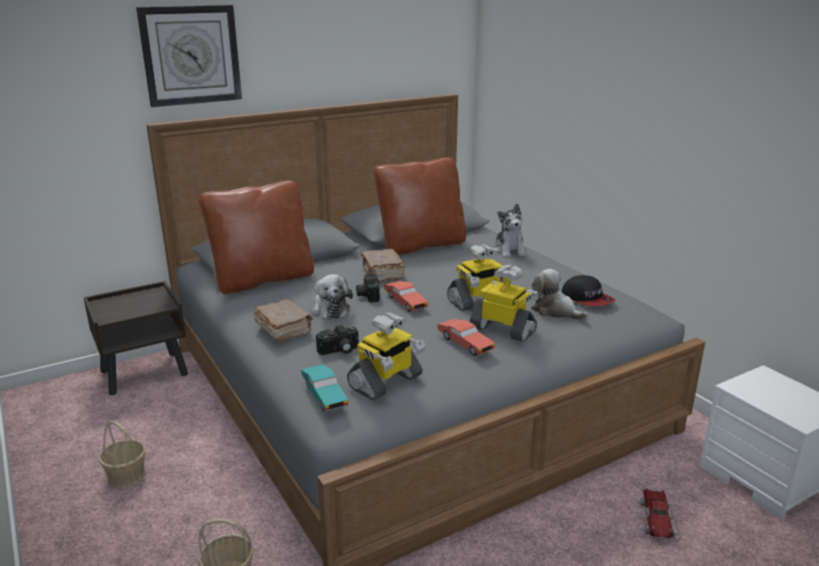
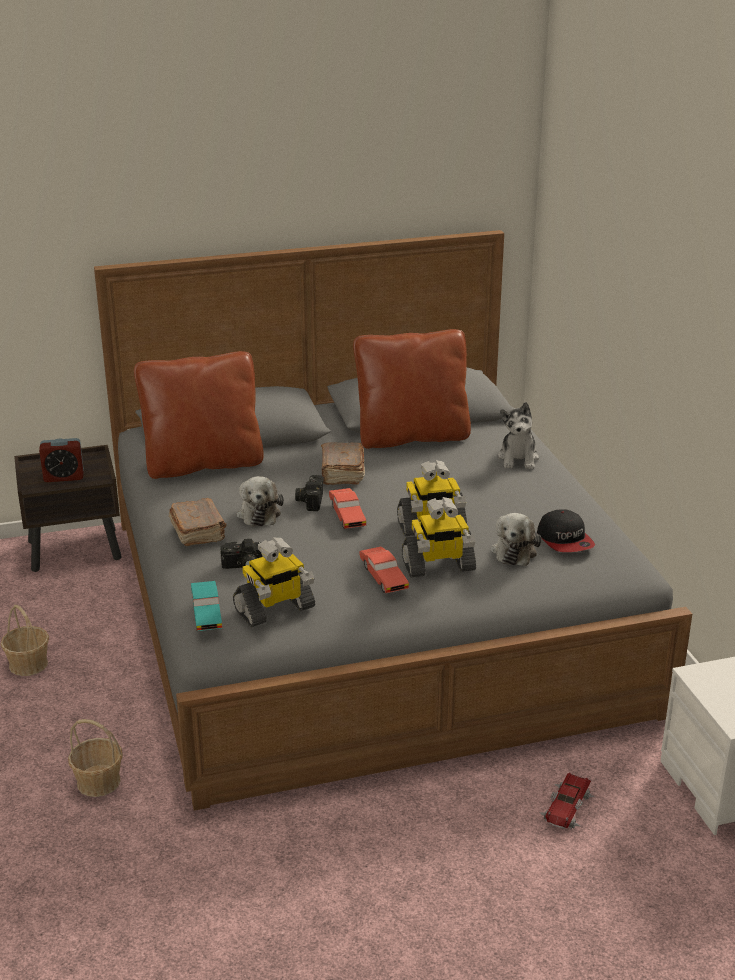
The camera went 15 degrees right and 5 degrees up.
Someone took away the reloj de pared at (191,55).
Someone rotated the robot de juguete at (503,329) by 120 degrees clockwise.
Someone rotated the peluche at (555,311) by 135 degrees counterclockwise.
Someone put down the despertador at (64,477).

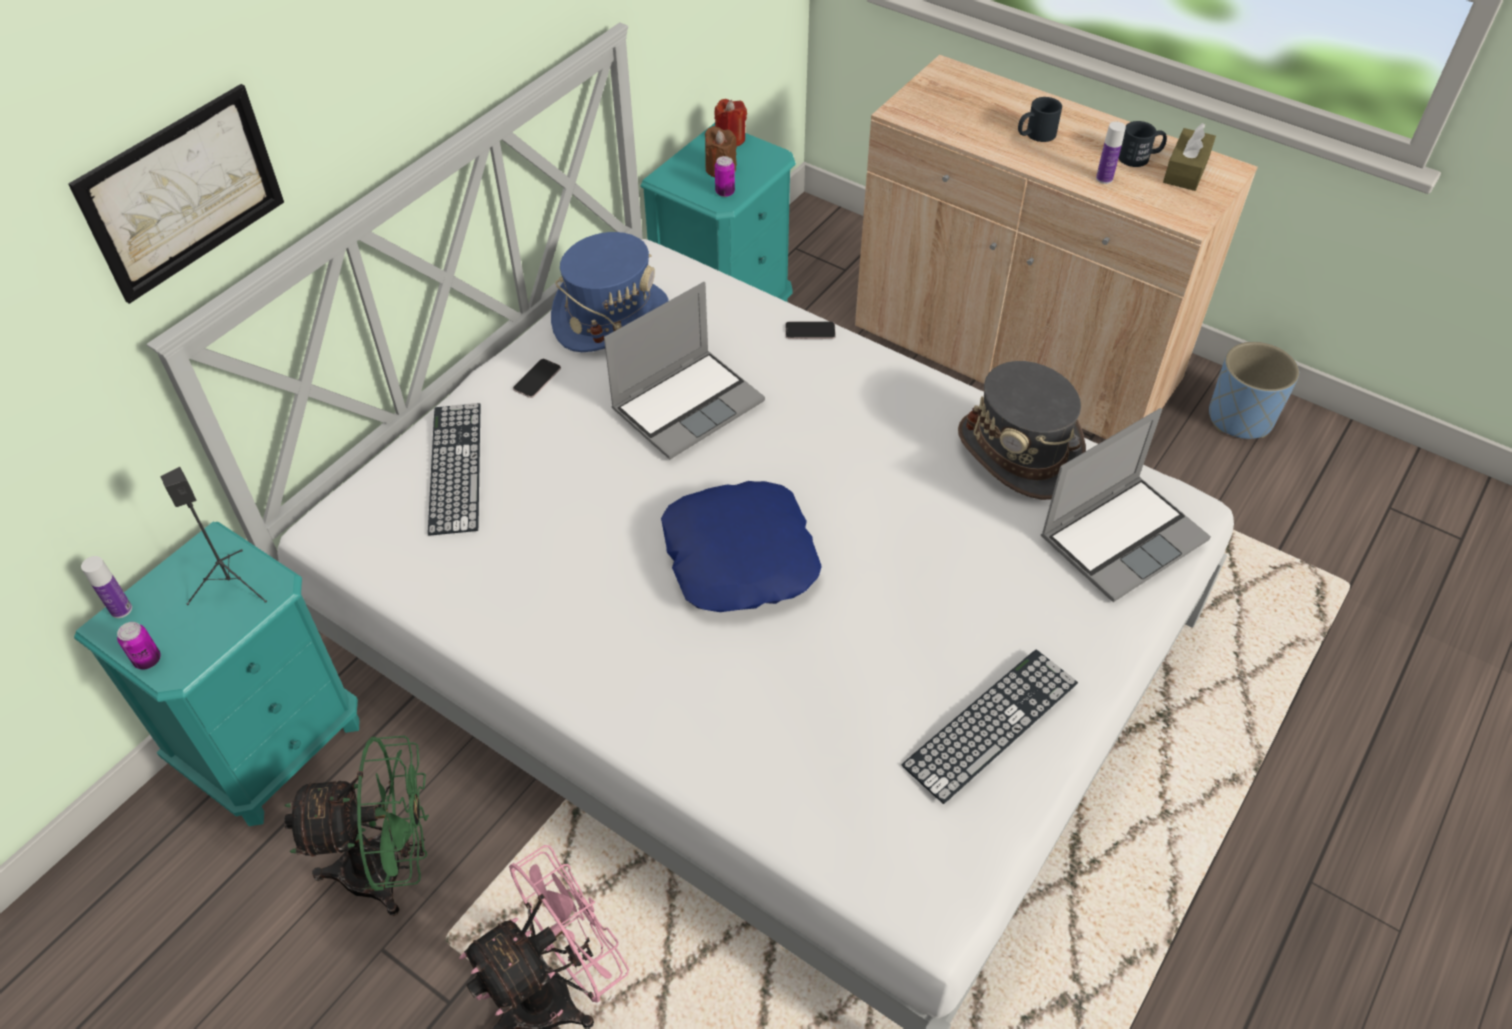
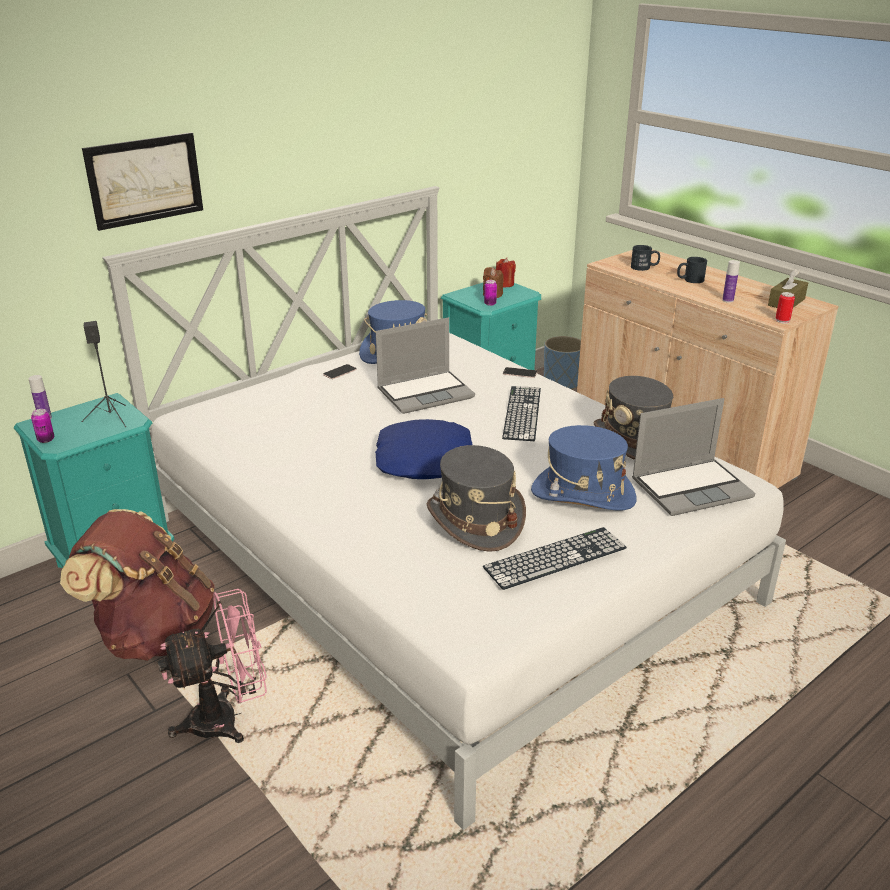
The camera went 15 degrees right and 20 degrees down.
Someone swapped the ventilador/verde at (390,869) for the mochila/marrón at (153,634).
Someone carried the teclado from (455,467) to (522,413).
Someone carried the taza grande/negro from (1140,157) to (644,267).
Someone carried the maceta/azul from (1240,418) to (562,382).
Someone put down the sombrero/gris at (475,520).
Someone put down the sombrero/azul at (583,494).
Someone put down the lata at (782,320).

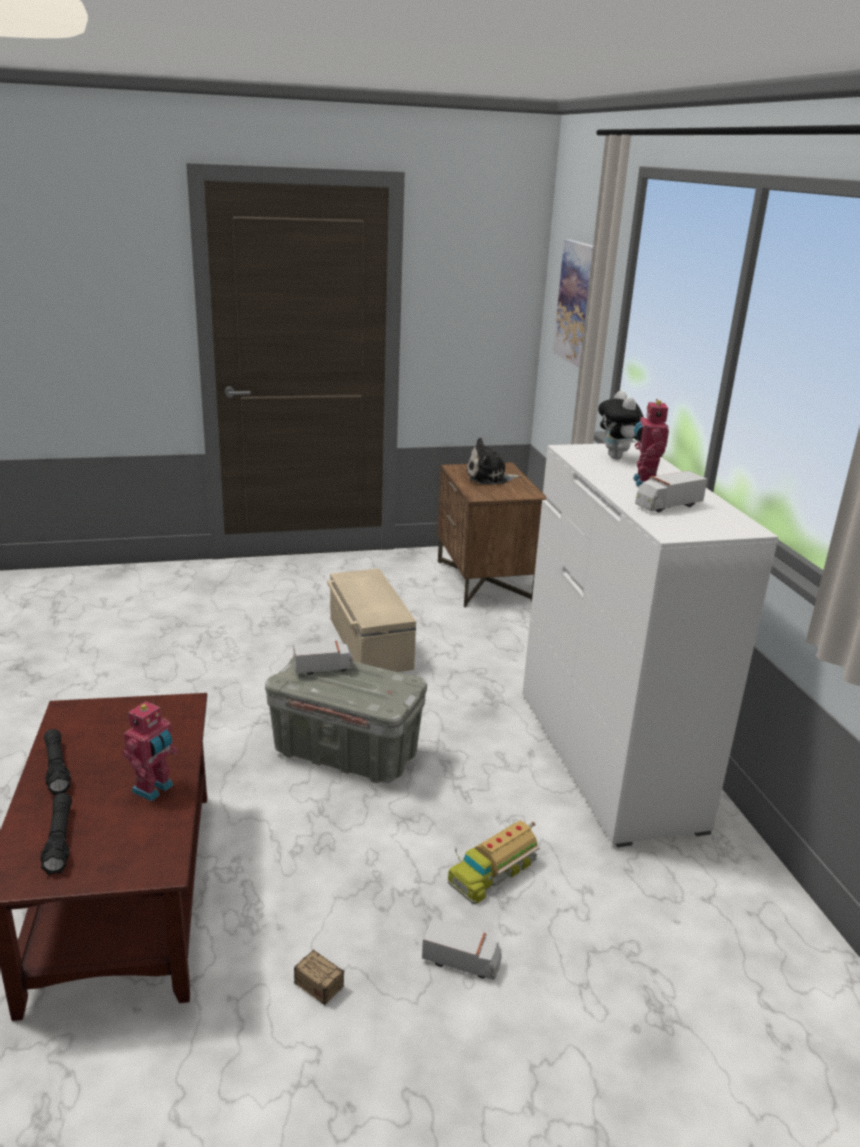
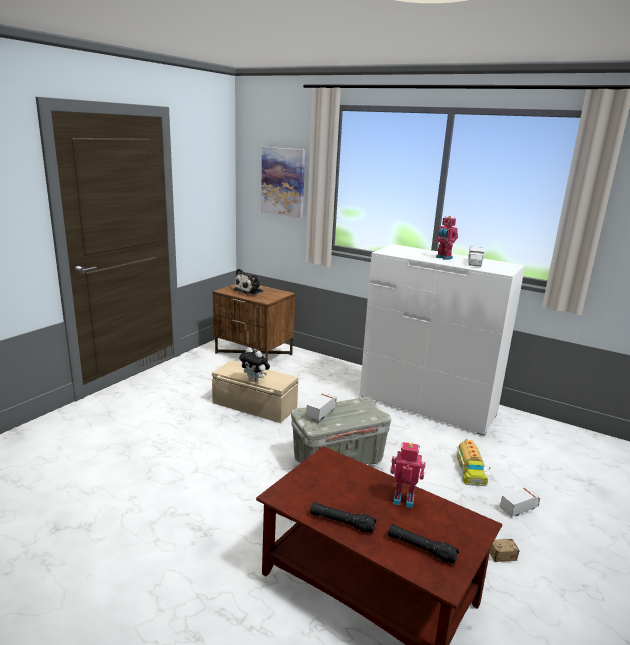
The camera went 45 degrees left and 5 degrees down.
Someone rotated the robot de juguete at (154,789) by 60 degrees counterclockwise.
Someone carried the peluche from (619,458) to (254,380).

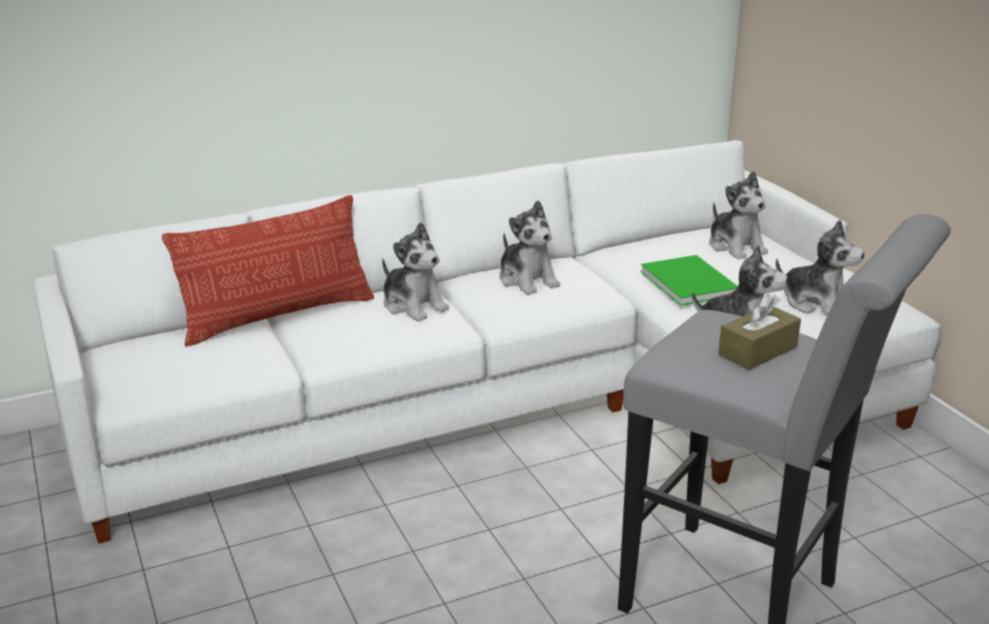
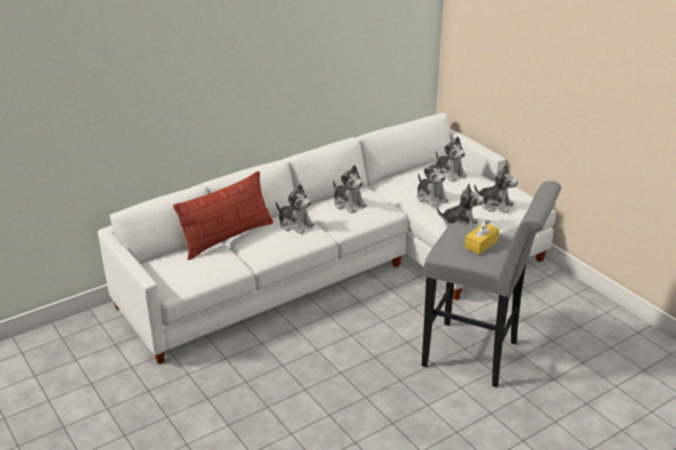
The camera went 10 degrees left and 5 degrees up.
Someone swapped the libro/verde at (689,281) for the peluche at (431,198).
Someone repainted the caja de pañuelos/marrón at (757,351), which became the caja de pañuelos/amarillo at (481,244).

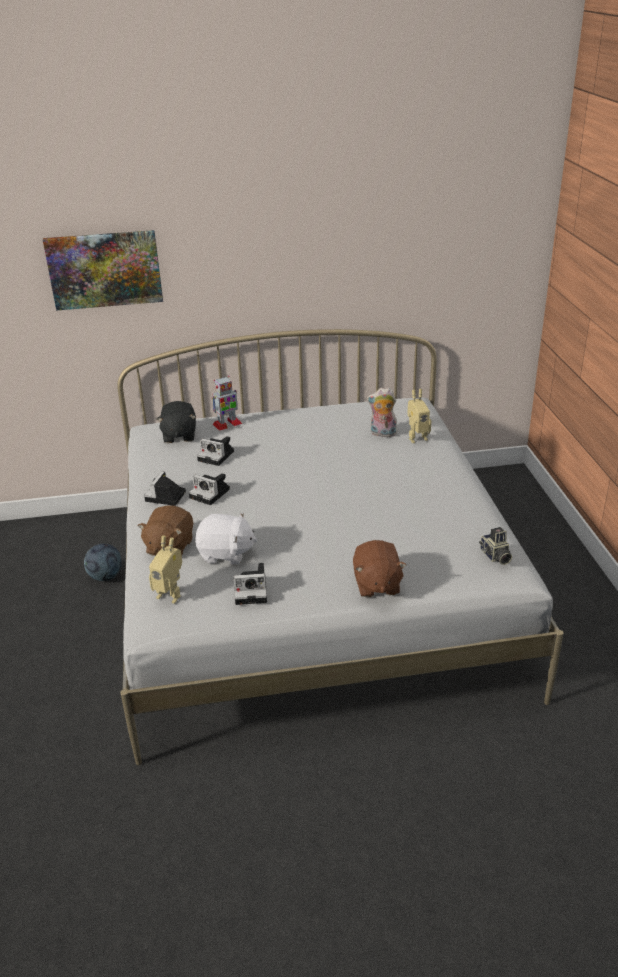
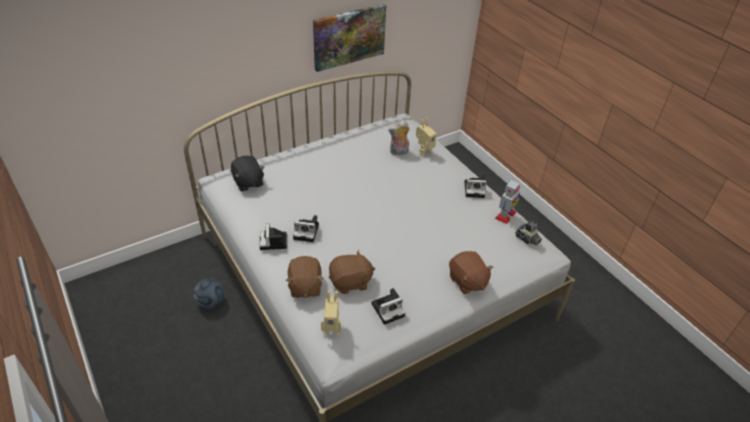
The camera went 25 degrees left and 10 degrees up.
Someone carried the cuadro from (104,269) to (349,36).
Someone repainted the peluche/blanco at (226,553), which became the peluche/marrón at (350,282).
Someone carried the cámara from (217,456) to (475,189).
Someone carried the robot de juguete from (227,424) to (505,215).

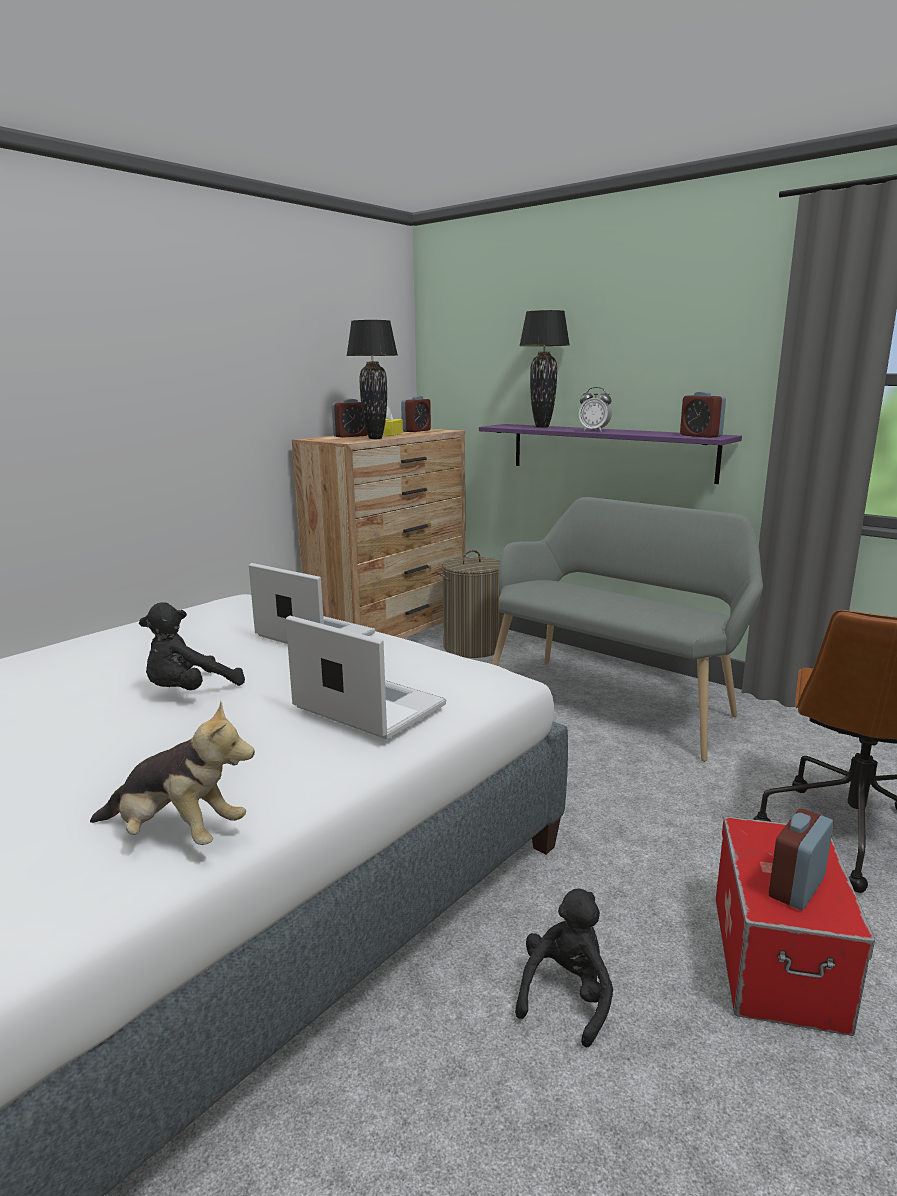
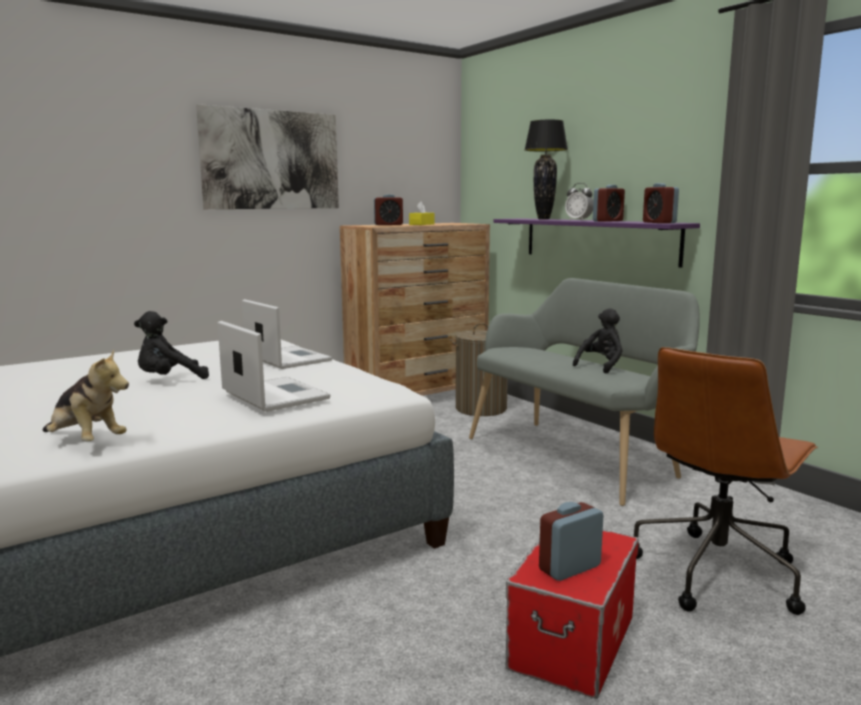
The camera went 15 degrees right and 5 degrees down.
Someone took away the lámpara de mesa/negro at (375,438).
Someone carried the despertador from (416,431) to (607,221).
Someone carried the peluche/negro from (566,995) to (601,366).
Someone put up the cuadro at (271,160).

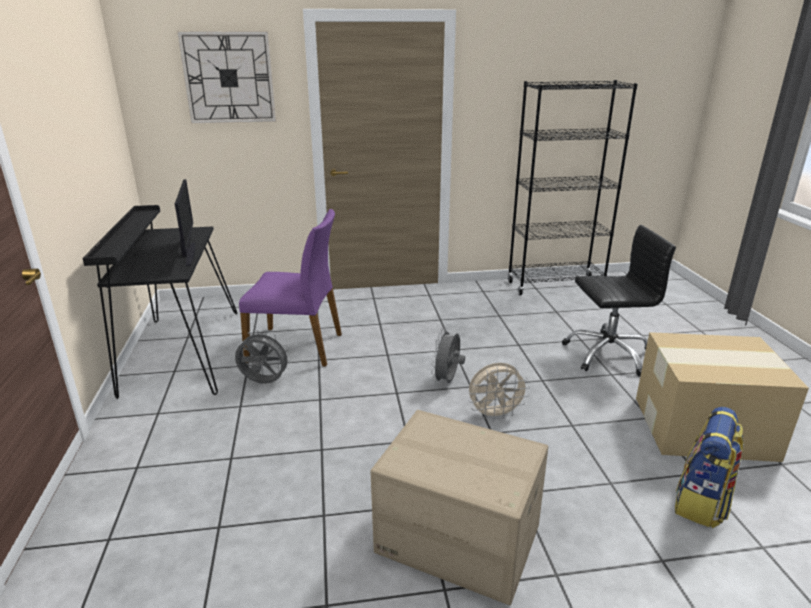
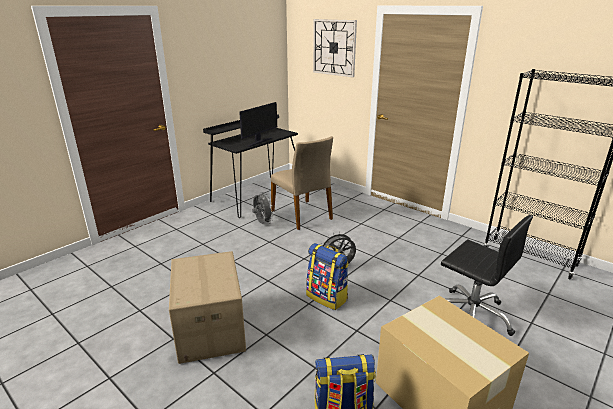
The camera went 50 degrees right and 0 degrees up.
Someone repainted the silla/morado at (296,347), which became the silla/beis at (302,215).
Someone swapped the ventilador/beis at (495,415) for the mochila at (327,297).

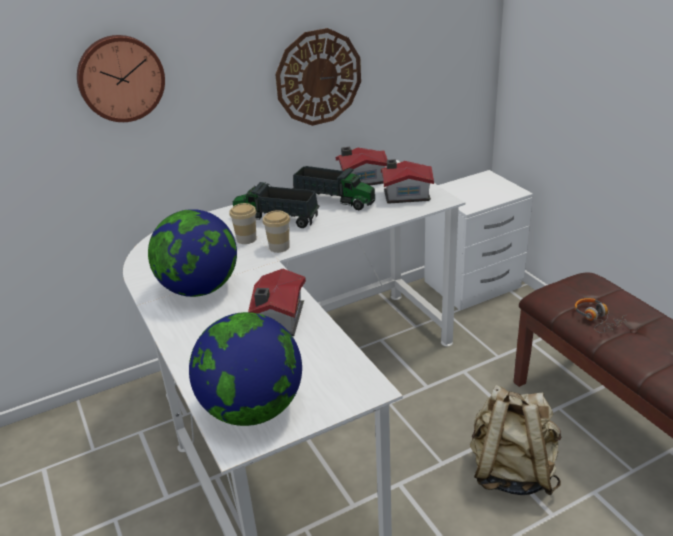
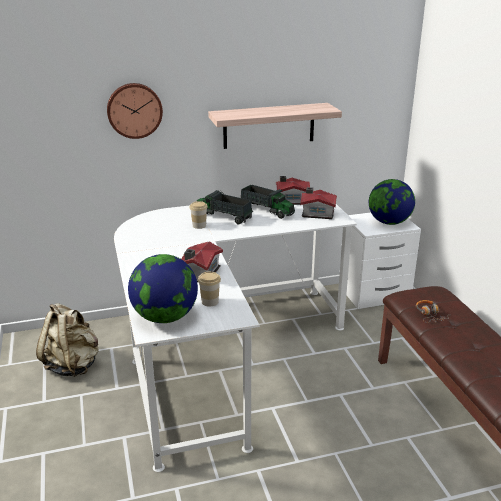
The camera went 10 degrees right and 5 degrees down.
Someone carried the globo terráqueo from (199,289) to (389,222).
Someone carried the taza from (279,247) to (210,302).
Someone swapped the reloj de pared at (318,77) for the estante at (269,125).
Someone carried the mochila/beis from (511,471) to (73,365).

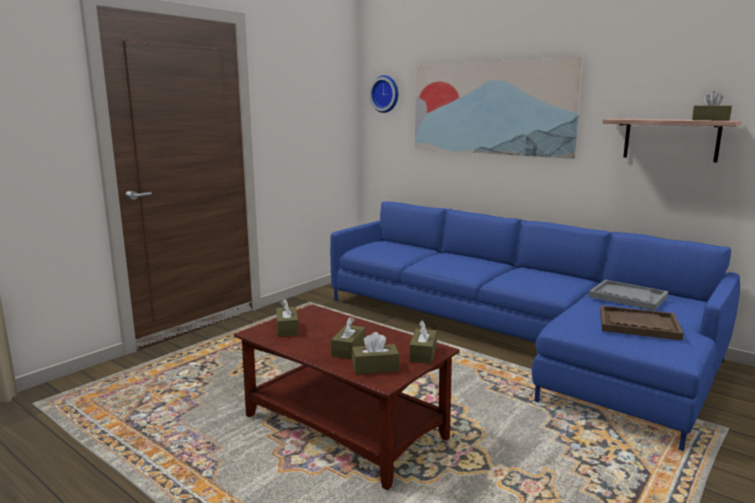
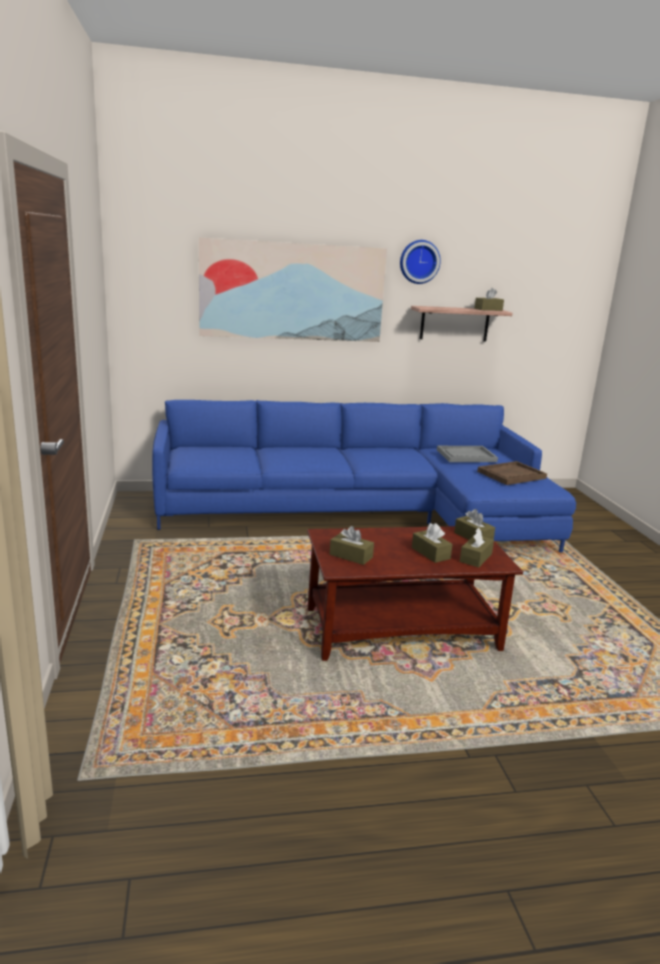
The camera went 50 degrees left and 5 degrees up.
Someone carried the reloj de pared from (385,94) to (419,261).

